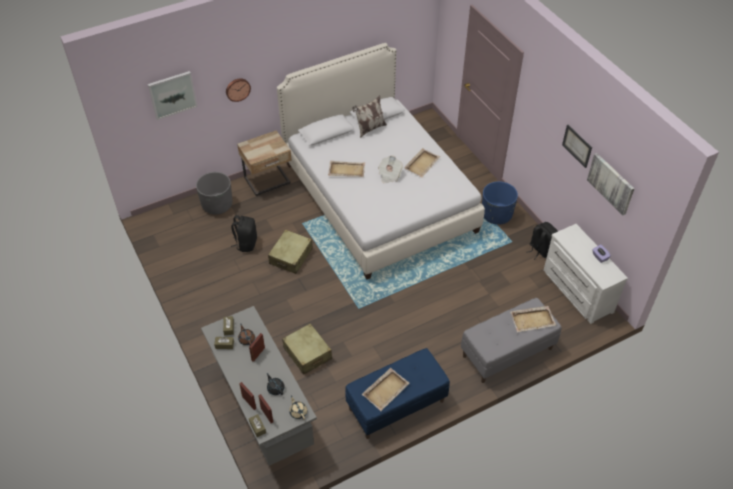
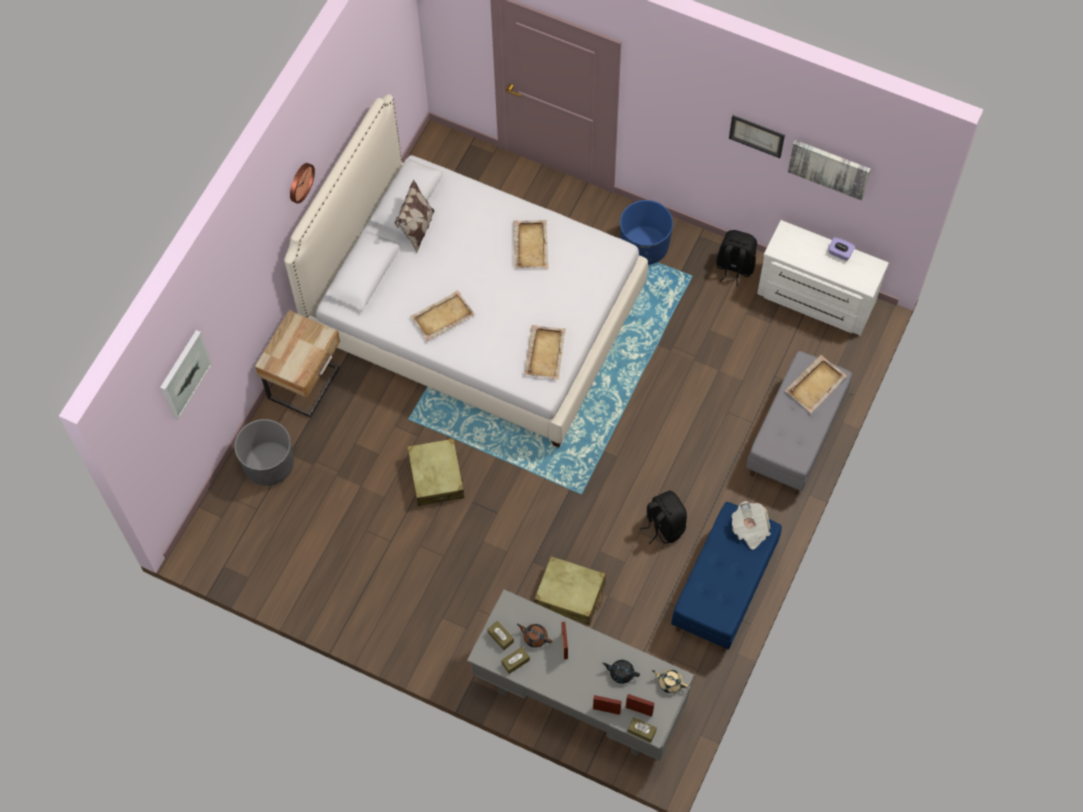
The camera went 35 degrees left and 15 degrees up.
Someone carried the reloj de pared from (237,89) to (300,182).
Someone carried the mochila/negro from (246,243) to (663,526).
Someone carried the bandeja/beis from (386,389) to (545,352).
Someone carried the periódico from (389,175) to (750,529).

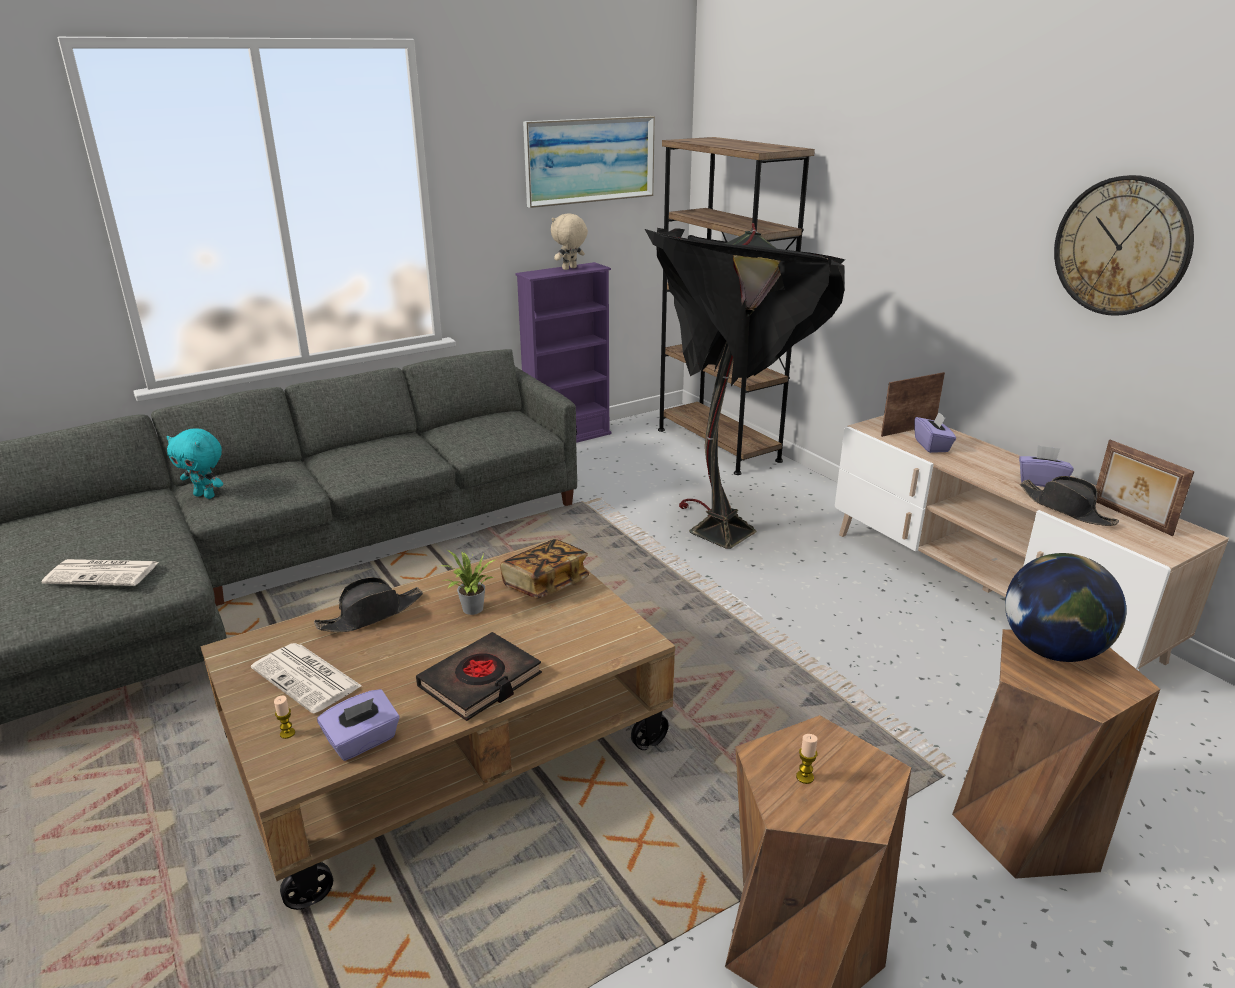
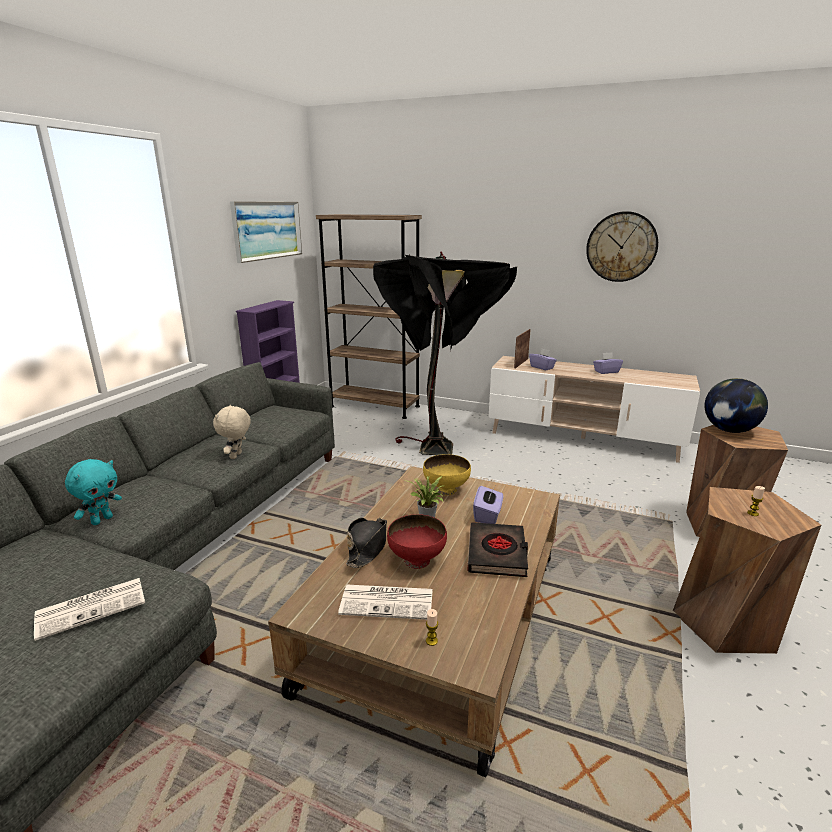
The camera went 35 degrees left and 5 degrees down.
Someone rotated the peluche/turquesa at (206,495) by 45 degrees counterclockwise.
Someone carried the caja de pañuelos/morado from (363,741) to (487,515).
Someone swapped the libro at (545,584) for the cuenco/amarillo at (446,489).
Someone carried the peluche/beis from (570,268) to (237,456).
Someone took away the sombrero/negro at (1066,509).
Someone took away the portarretratos at (1130,517).
Someone put down the cuenco/rojo at (417,560).

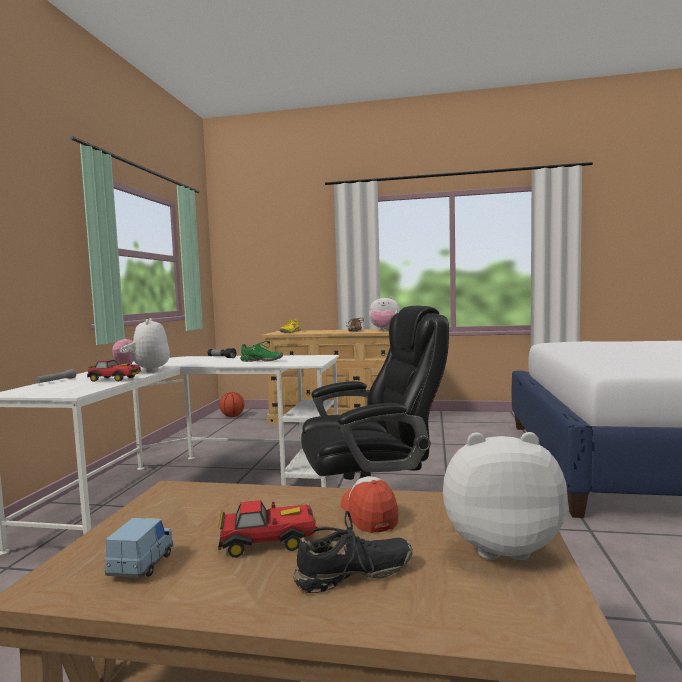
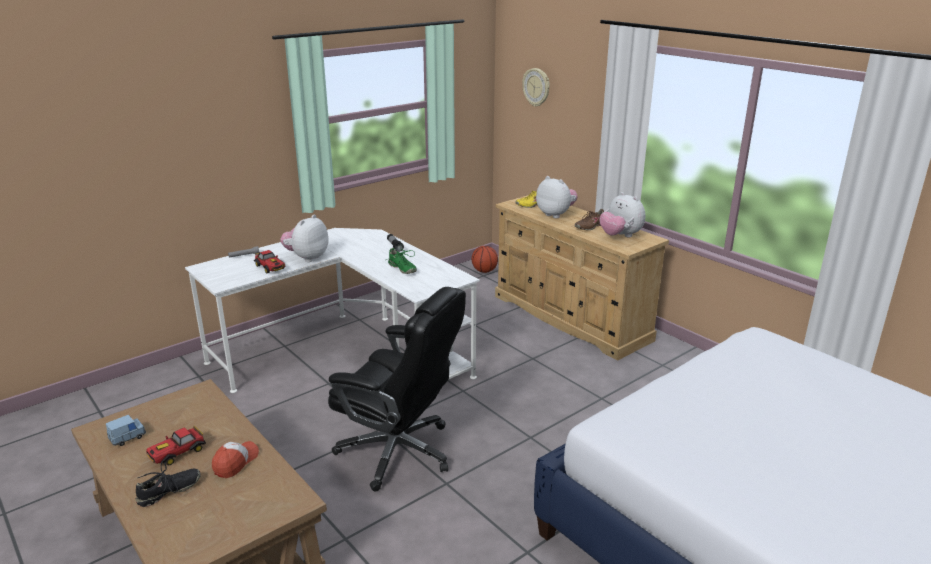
The camera went 40 degrees right and 20 degrees up.
Someone rotated the coche de juguete at (269,542) by 105 degrees clockwise.
Someone rotated the zapato/negro at (354,575) by 60 degrees counterclockwise.
Someone carried the peluche from (499,545) to (556,214).
Someone put up the reloj de pared at (536,87).

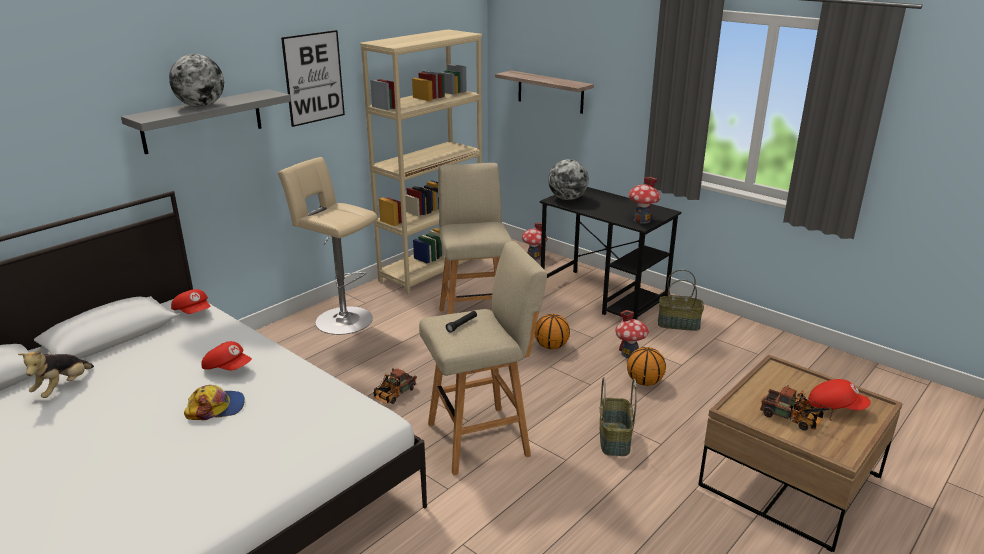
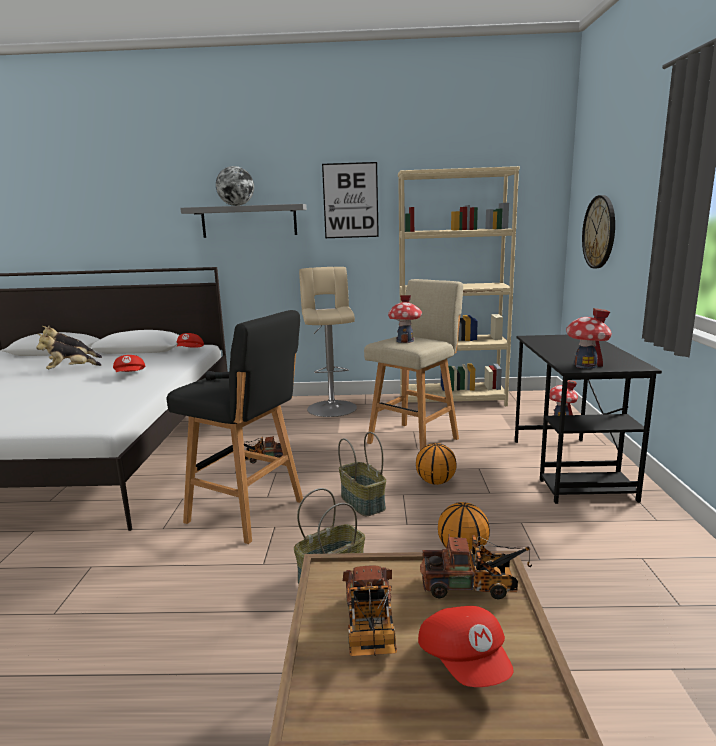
The camera went 50 degrees right and 10 degrees down.
Someone took away the gorra at (216,408).
Someone repainted the taburete/beis at (482,438), which became the taburete/negro at (248,512).
Someone swapped the estante at (550,92) for the reloj de pared at (599,232).
Someone took away the globo terráqueo at (567,198).
Someone carried the casita from (629,353) to (405,340).
Someone carried the cesta from (679,324) to (363,502).
Someone put down the peluche at (70,370).
Someone put down the camión de juguete at (475,586).

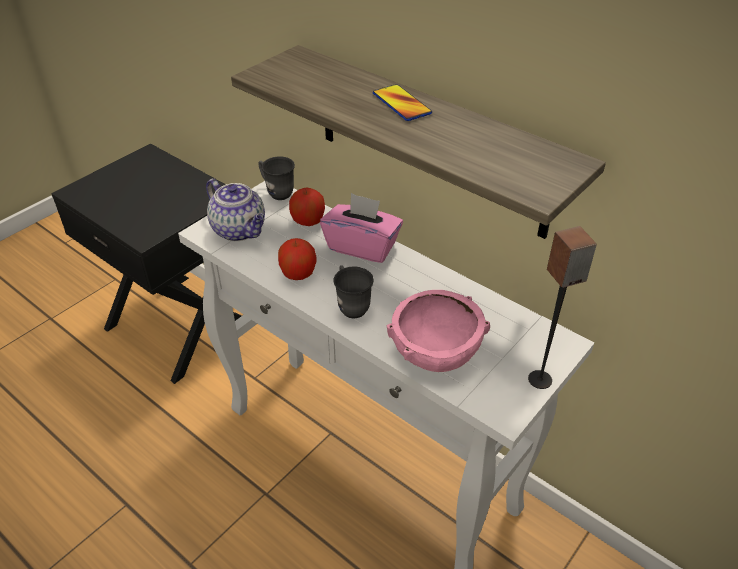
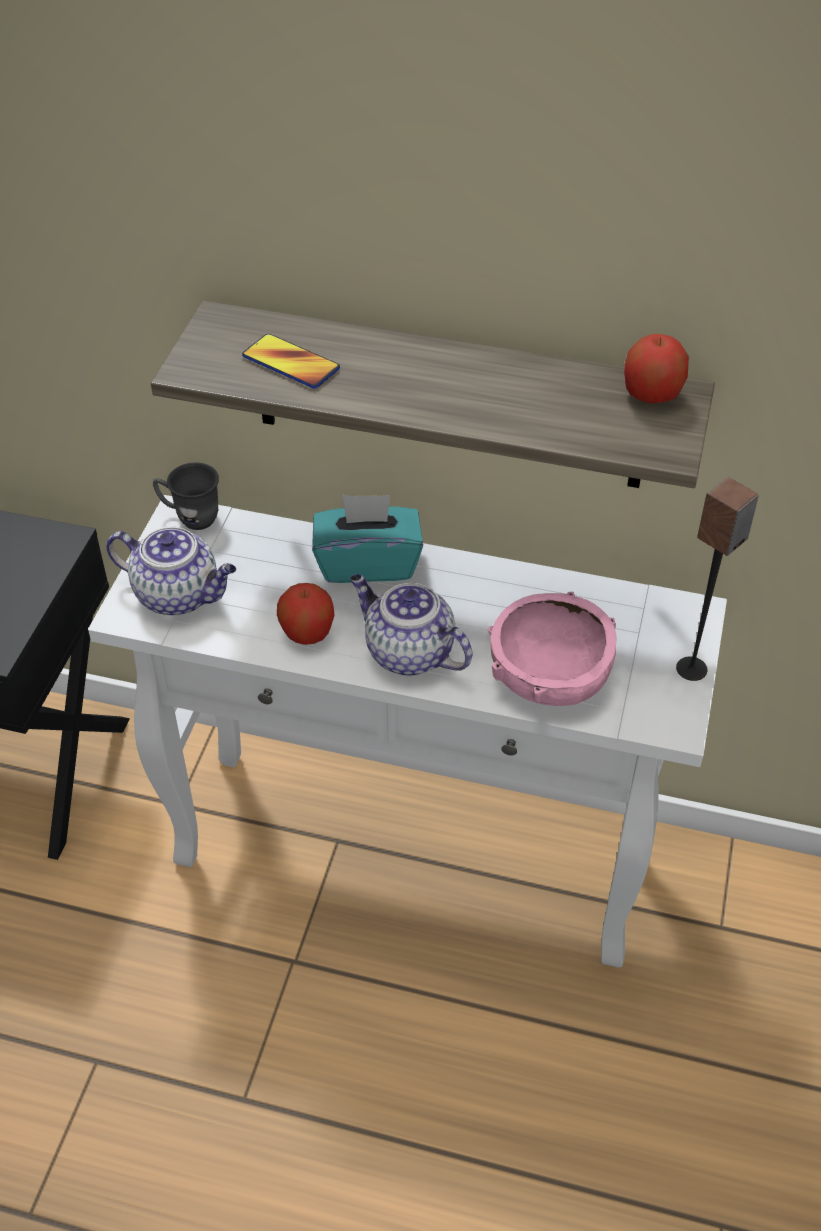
The camera went 25 degrees left and 5 degrees up.
Someone carried the manzana from (308,221) to (651,395).
Someone repainted the caja de pañuelos/rosa at (362,246), which became the caja de pañuelos/turquesa at (368,563).
Someone swapped the taza grande/gris at (351,305) for the tetera at (407,653).
Someone carried the móvil from (401,104) to (291,363).

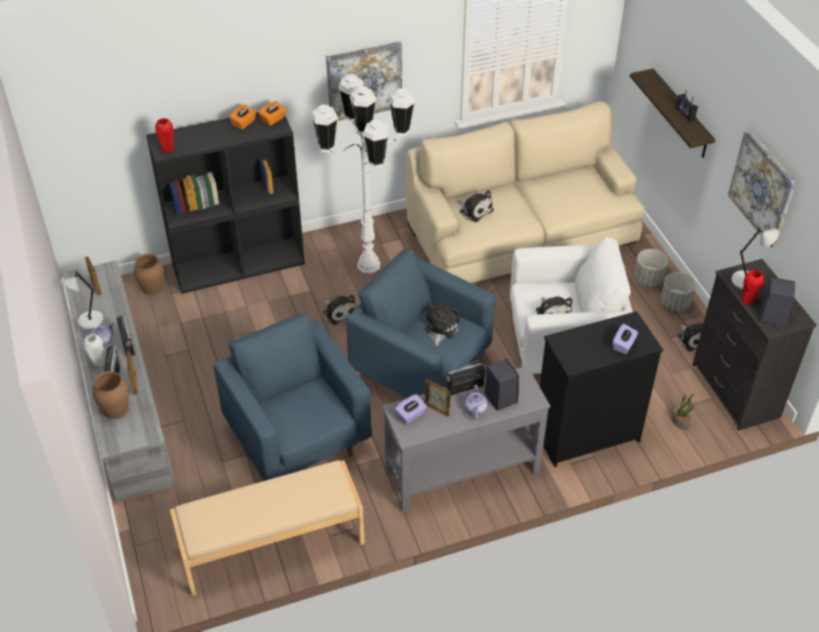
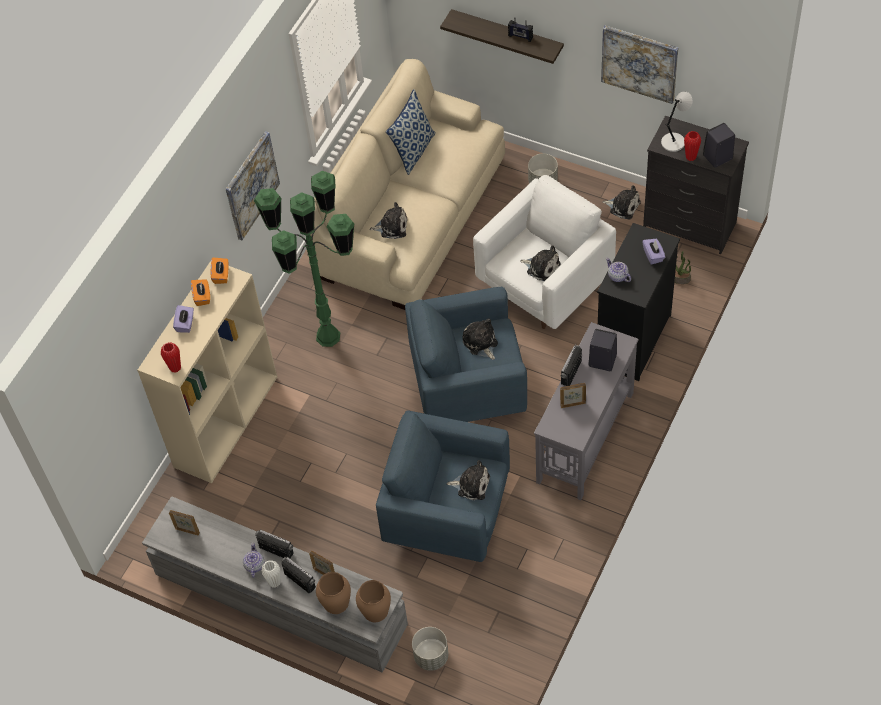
The camera went 40 degrees left and 10 degrees up.
Someone took away the lámpara de mesa/gris at (89,321).
Someone carried the florero/marrón from (152,287) to (375,610).
Someone repainted the estantería/negro at (239,264), which became the estantería/beis at (225,420).
Someone took away the banco/beis at (272,546).
Someone repainted the lámpara de pie/blanco at (369,264), which became the lámpara de pie/verde at (328,336).
Someone carried the peluche from (338,312) to (471,484).
Someone carried the caja de pañuelos/morado from (411,415) to (185,324).
Someone carried the tetera from (475,409) to (617,276).
Someone carried the maceta/gris from (675,303) to (431,656).
Someone put down the cojín at (413,150).

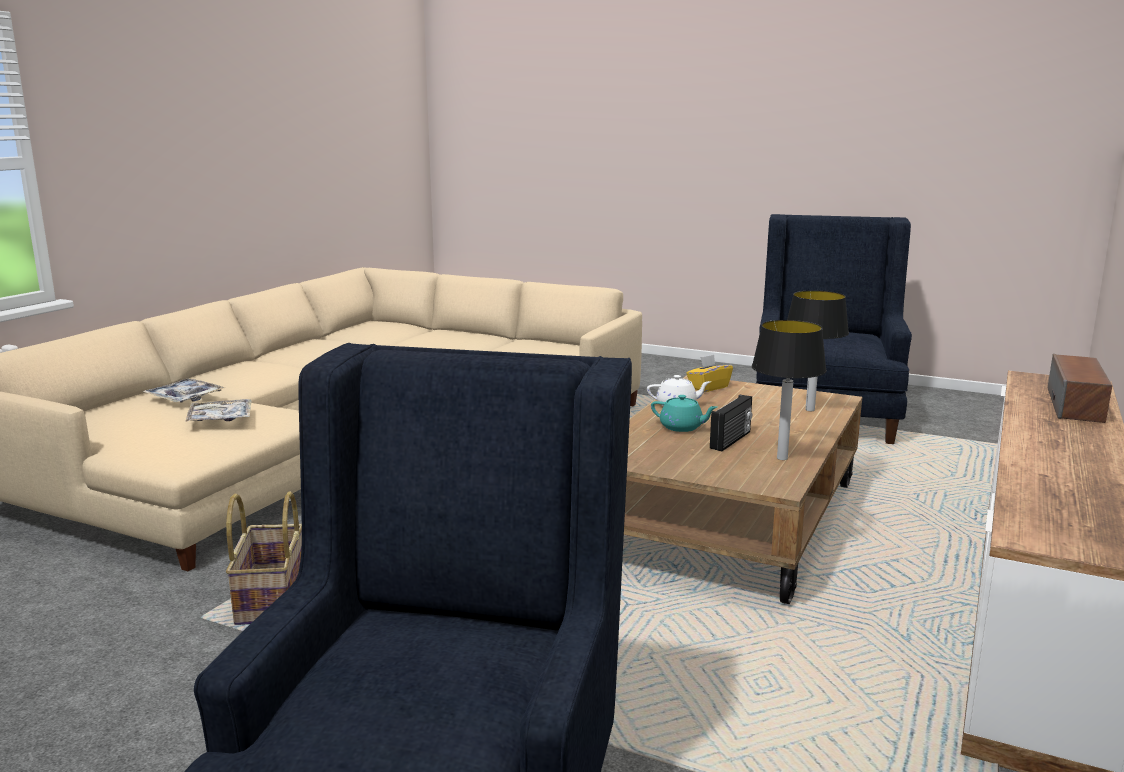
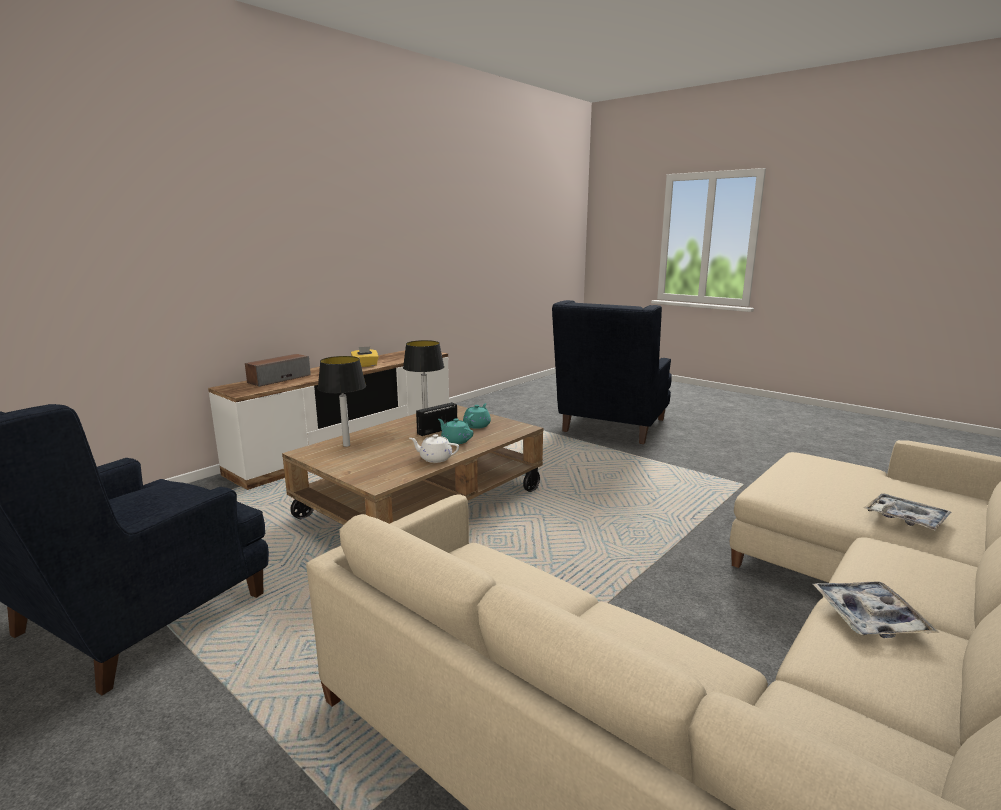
The camera went 165 degrees left and 0 degrees up.
Someone carried the bandeja from (220,418) to (869,616).
Someone took away the cesta at (270,599).
Someone carried the caja de pañuelos/amarillo from (708,387) to (365,365).
Someone put down the tetera/turquesa at (477,425).

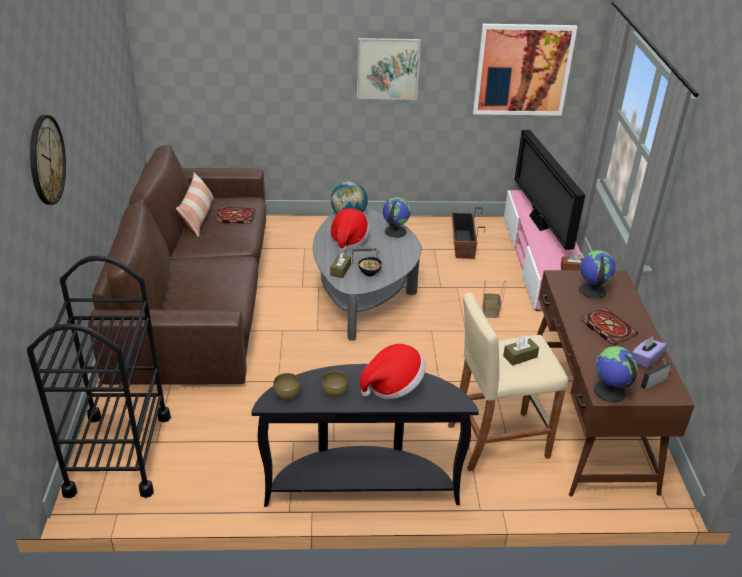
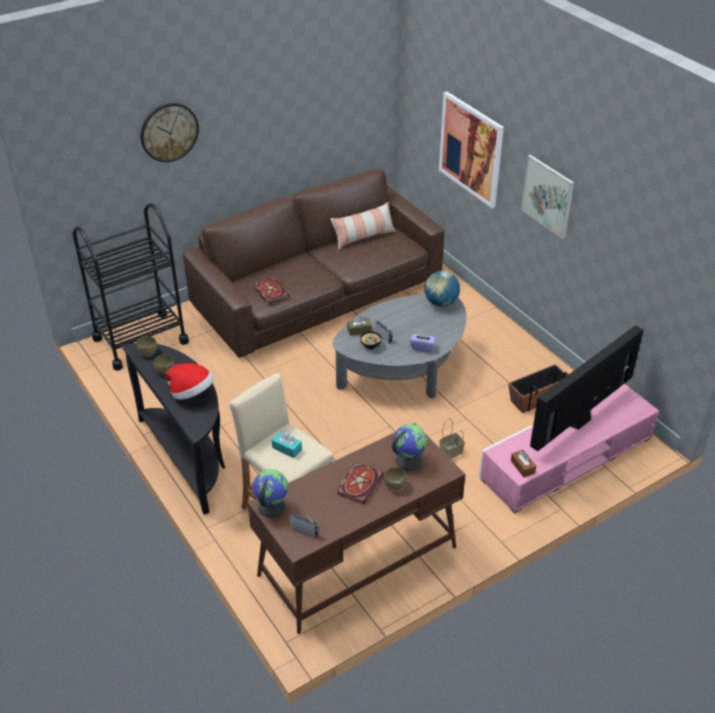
The camera went 60 degrees right and 5 degrees up.
Someone carried the libro from (234,217) to (270,291).
Someone took away the sombrero at (348,240).
Someone took away the globo terráqueo at (395,231).
Someone carried the cuadro from (522,70) to (471,149).
Someone repainted the caja de pañuelos/marrón at (520,356), which became the caja de pañuelos/turquesa at (287,448).
Someone carried the caja de pañuelos/morado from (646,359) to (422,347).
Someone put down the cuenco/marrón at (396,486).

